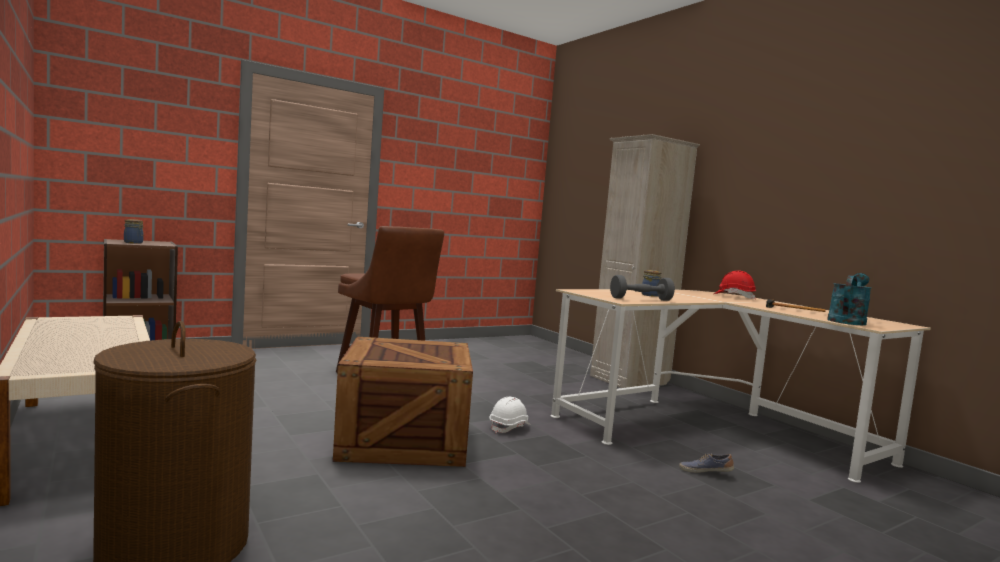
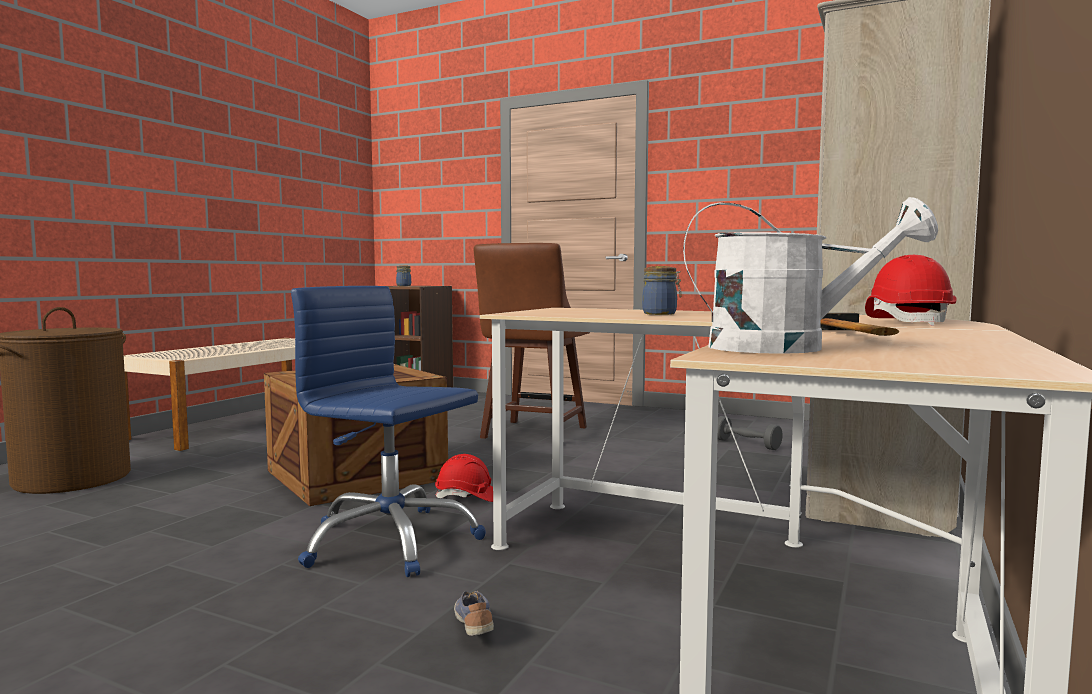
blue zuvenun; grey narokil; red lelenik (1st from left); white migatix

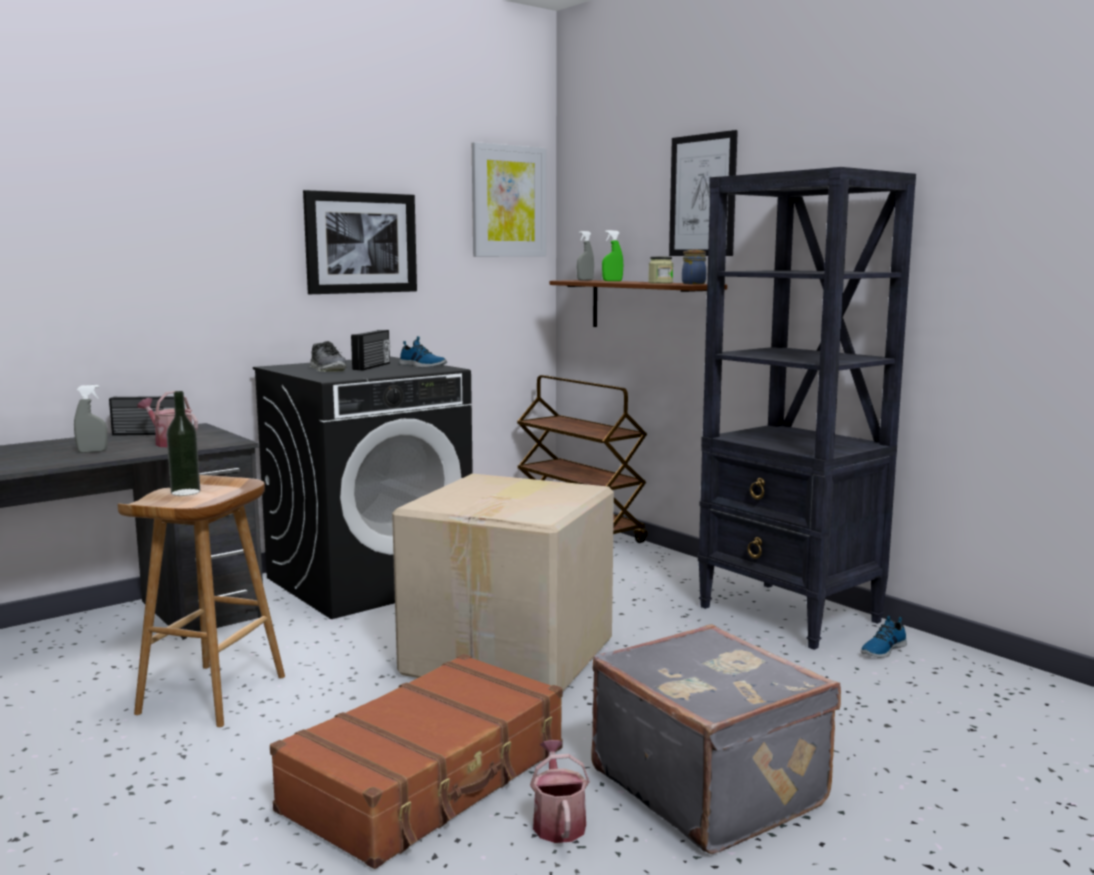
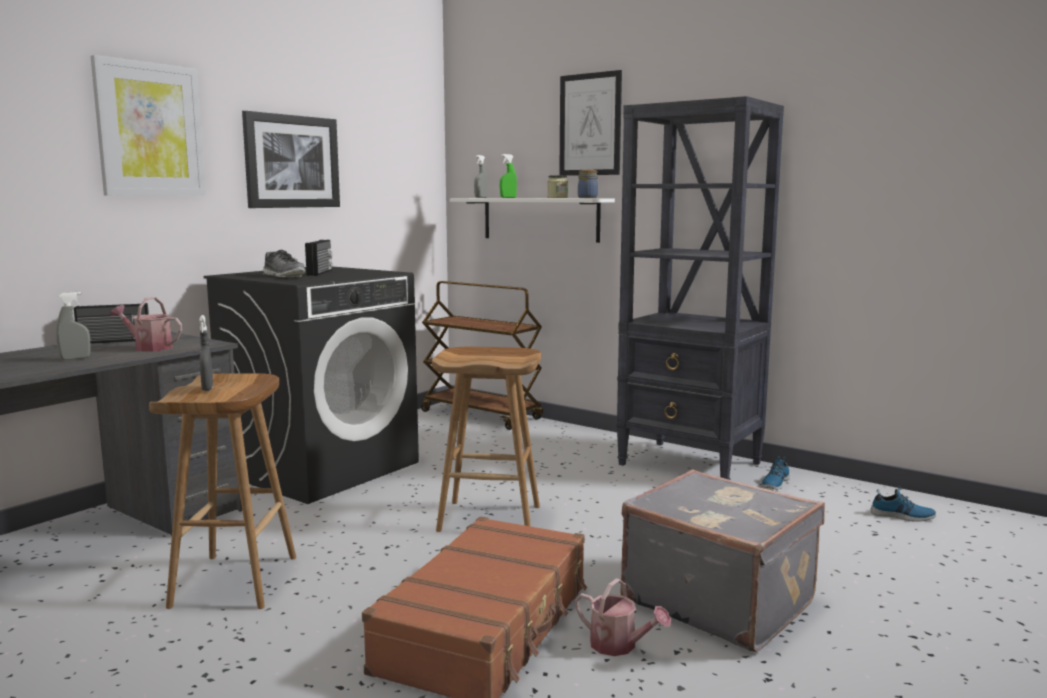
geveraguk (3rd from left); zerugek (1st from left); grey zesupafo (2nd from left); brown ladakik (2nd from left); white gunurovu; migatix (2nd from left)

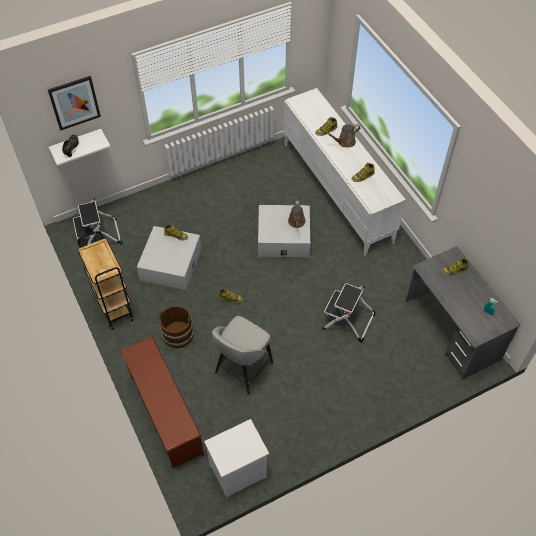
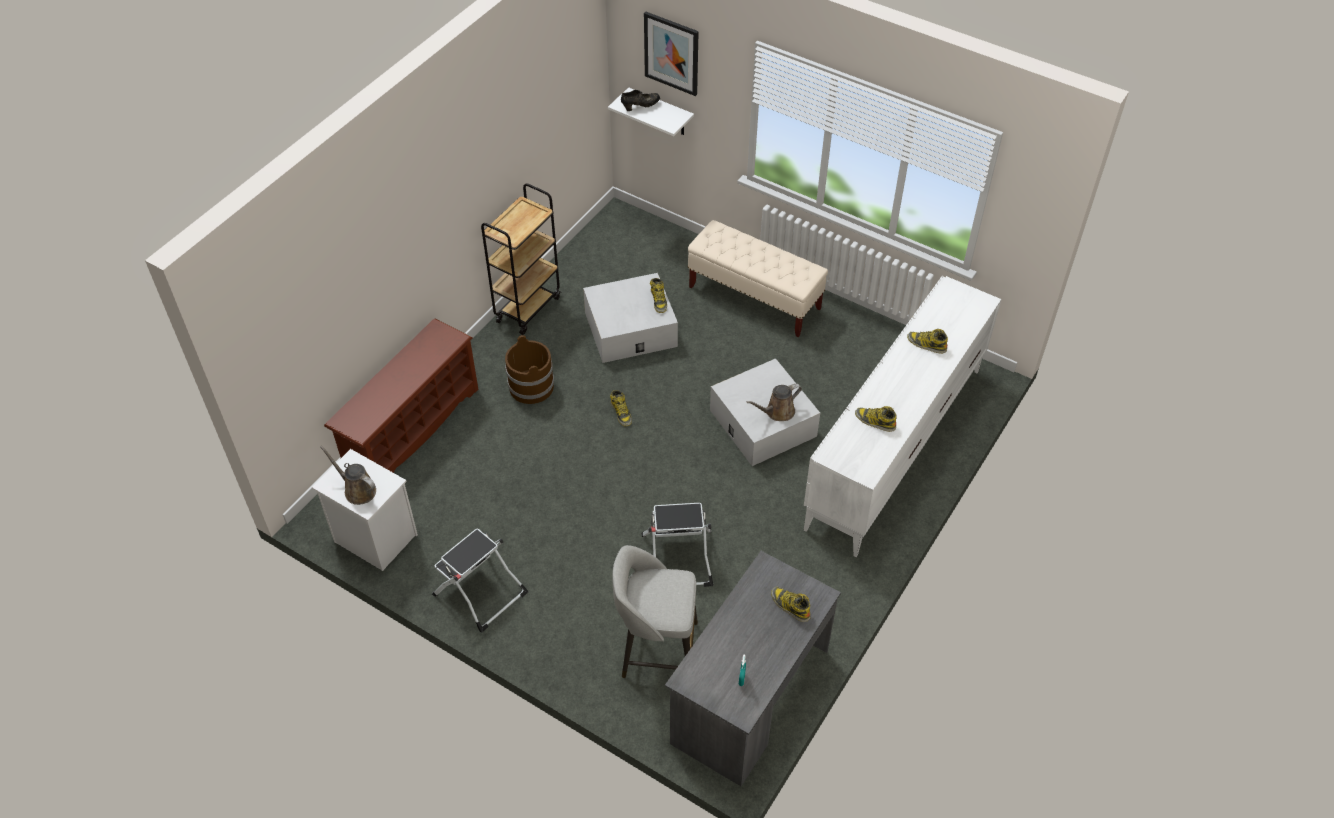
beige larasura; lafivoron (1st from left); grey ladakik; brown migatix (1st from left)

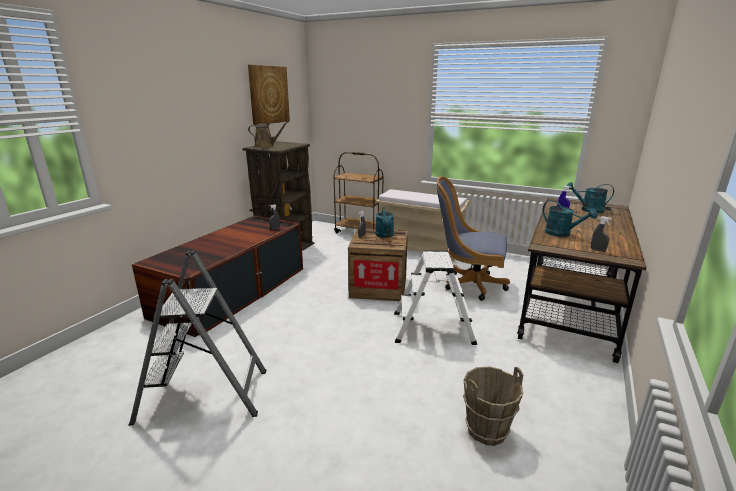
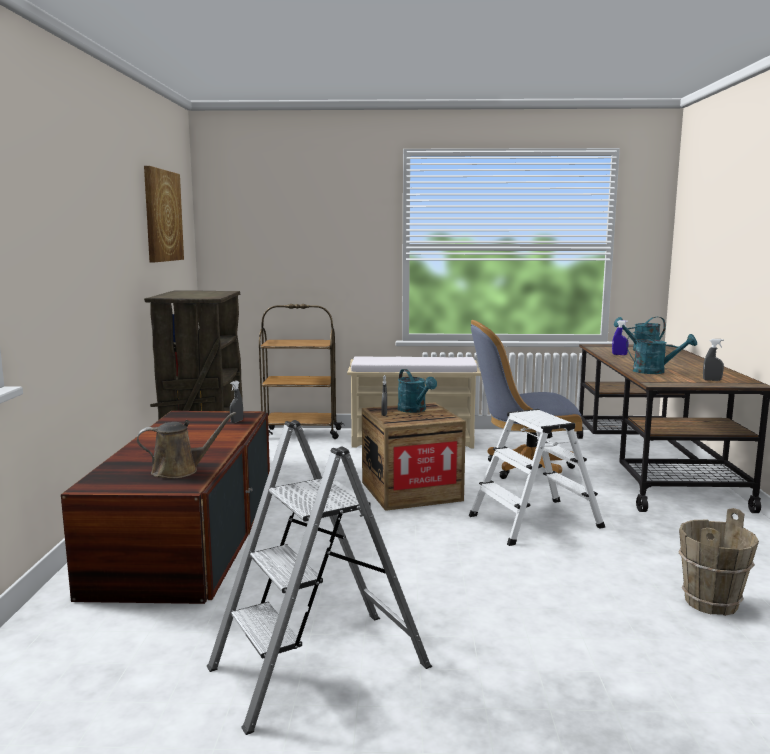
brown migatix

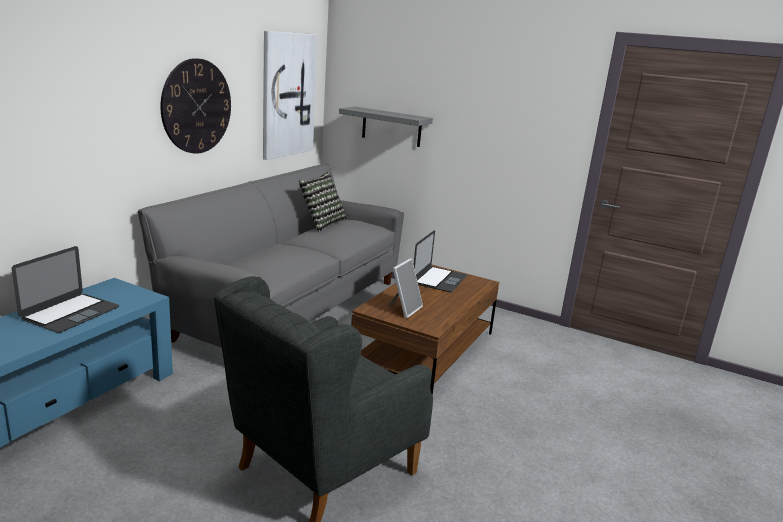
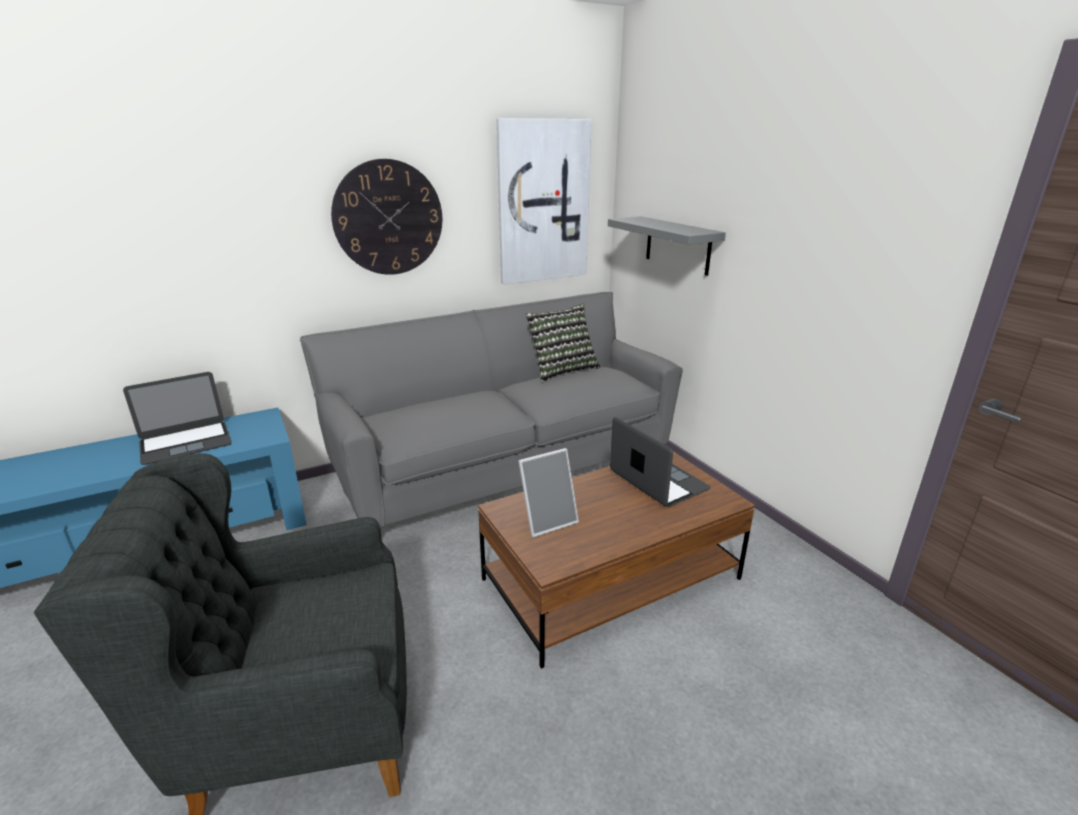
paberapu (2nd from left)

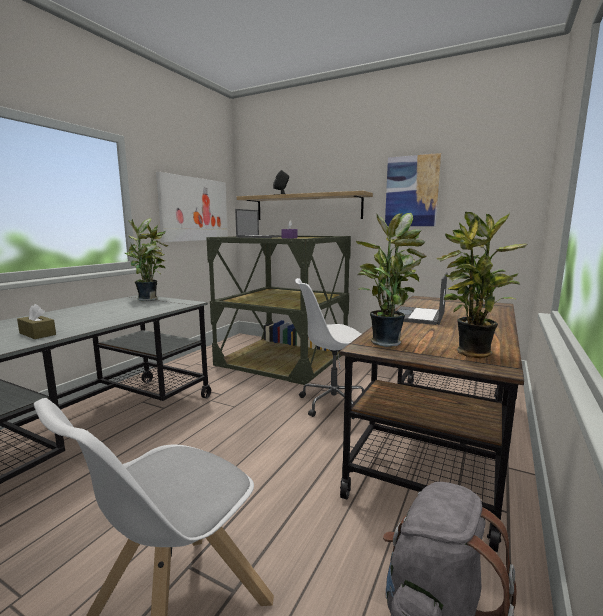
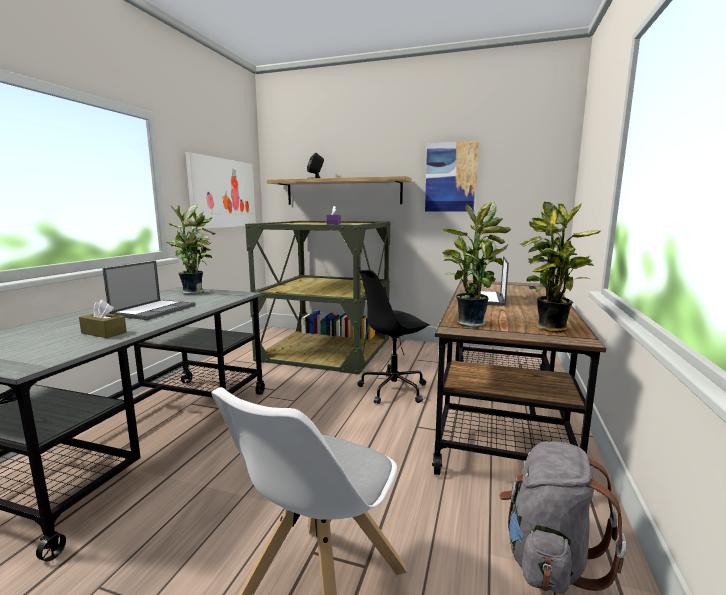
paberapu (1st from left); black zuvenun

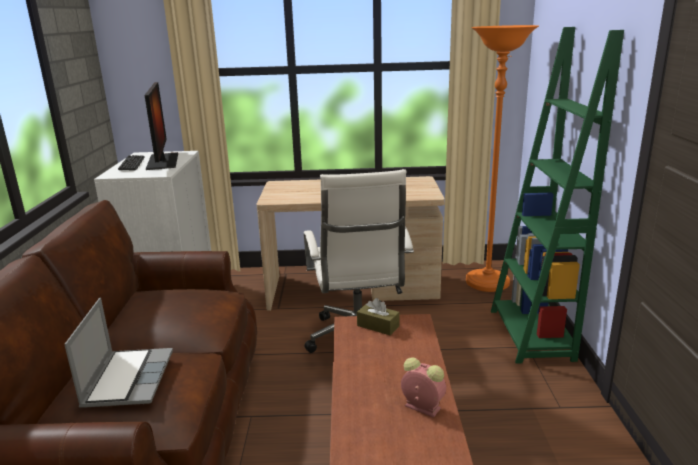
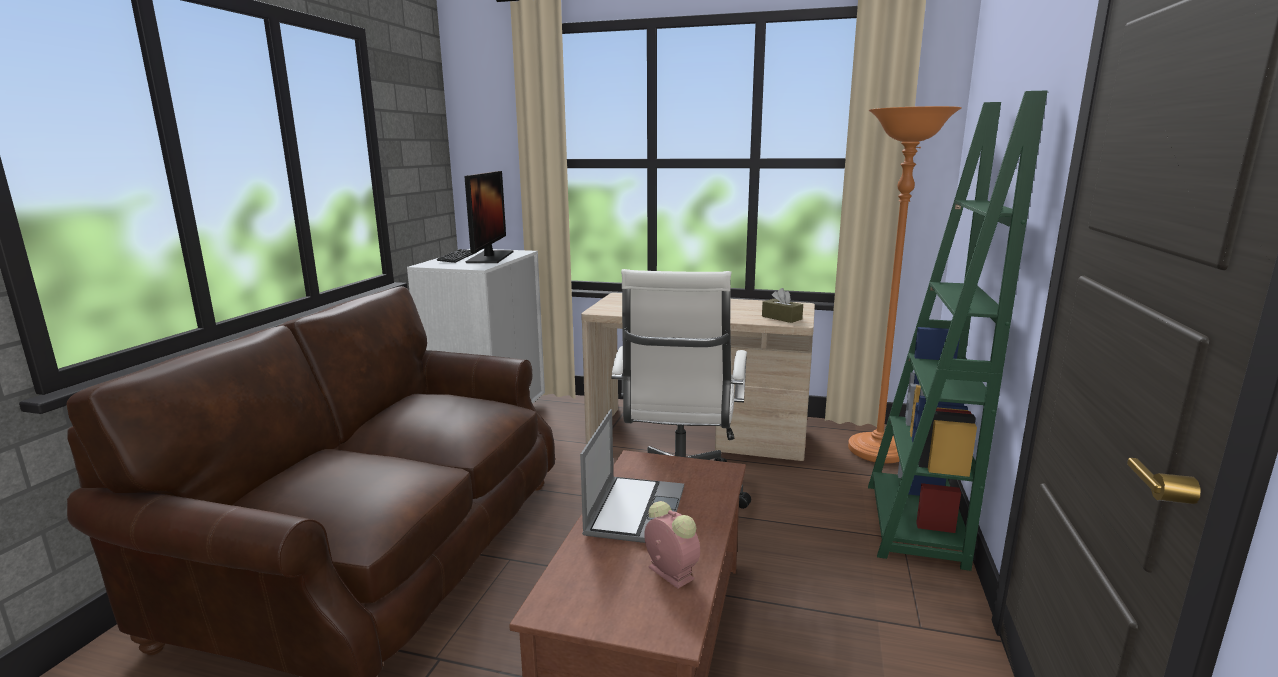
paberapu; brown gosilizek

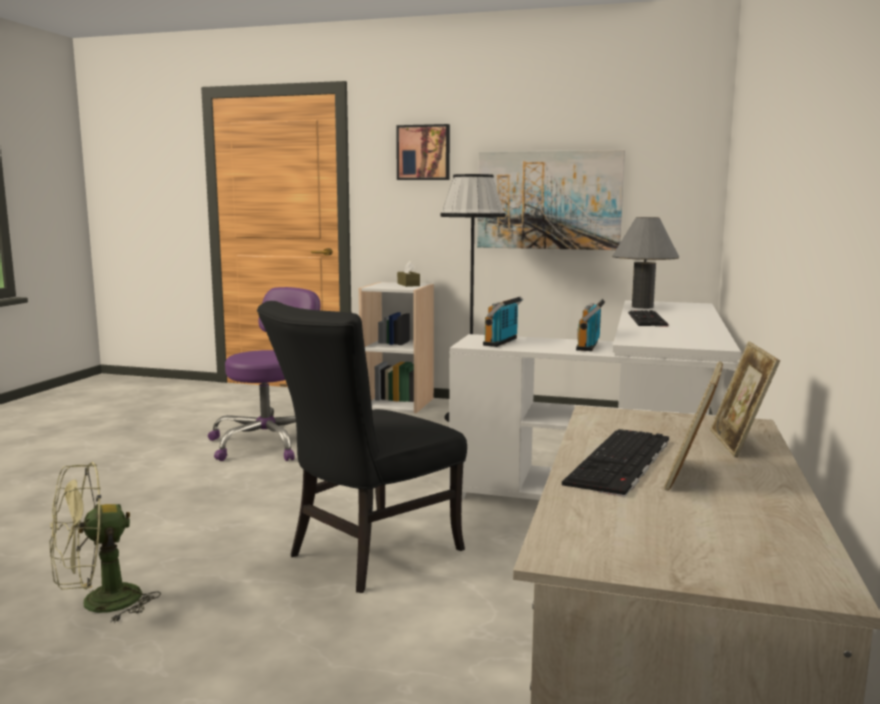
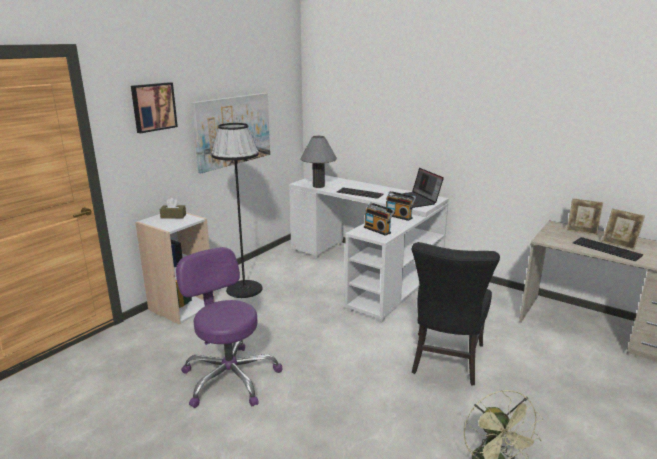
paberapu; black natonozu

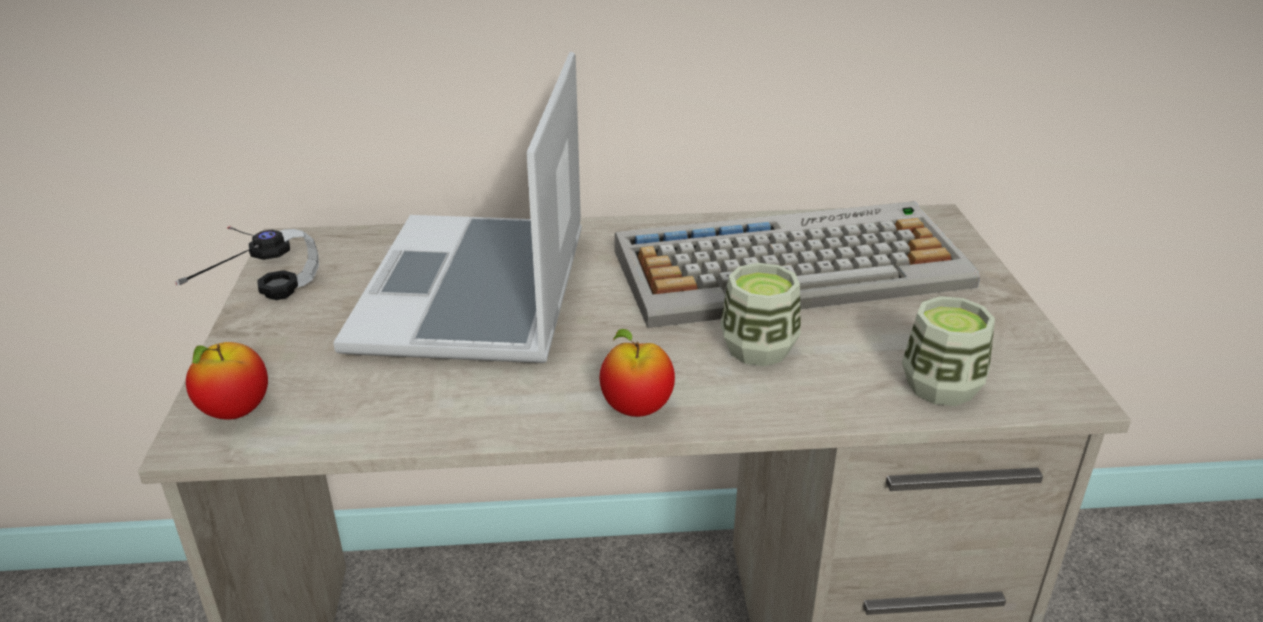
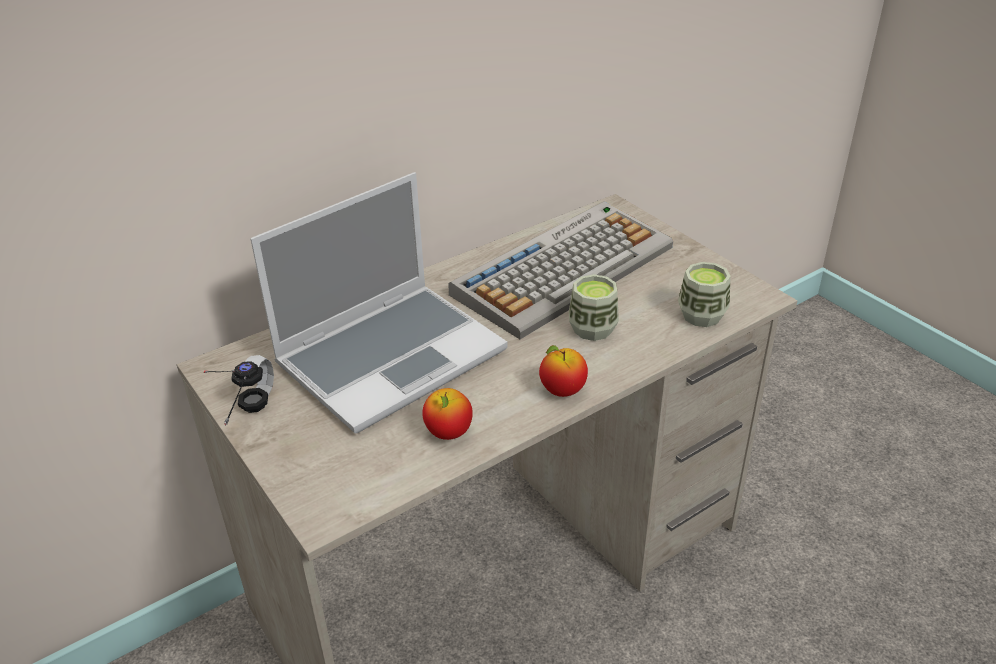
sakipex (1st from left); paberapu

